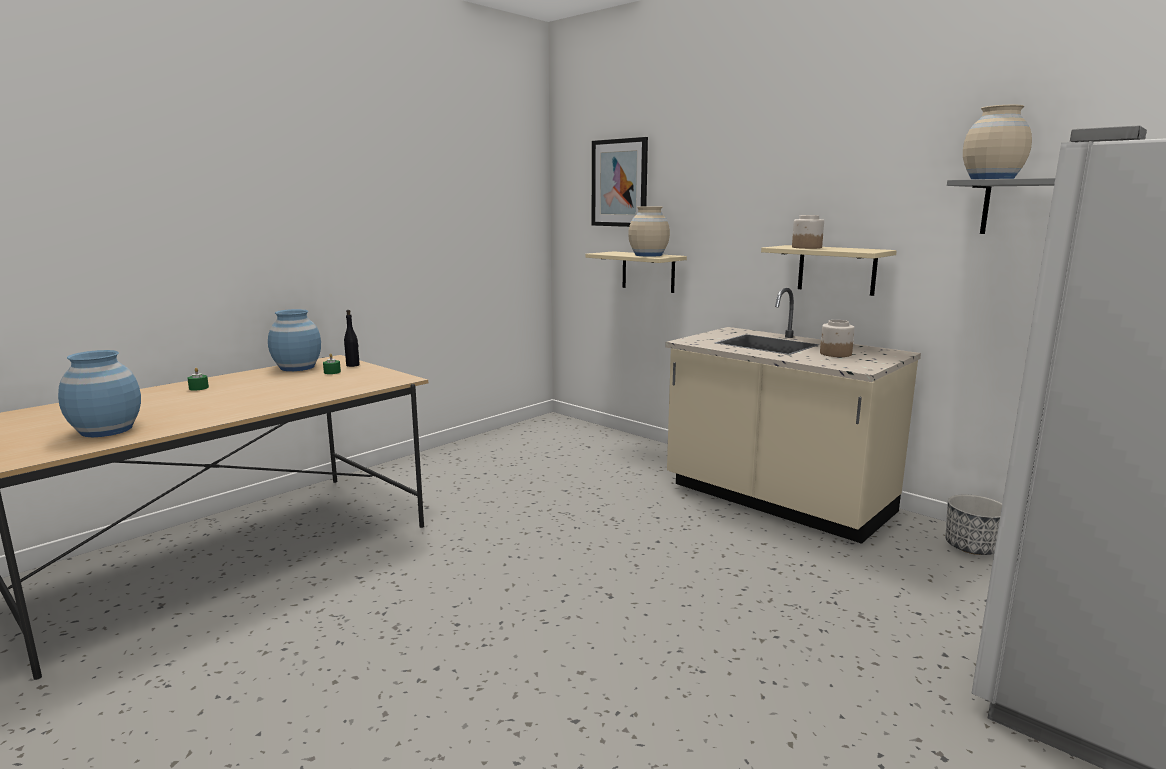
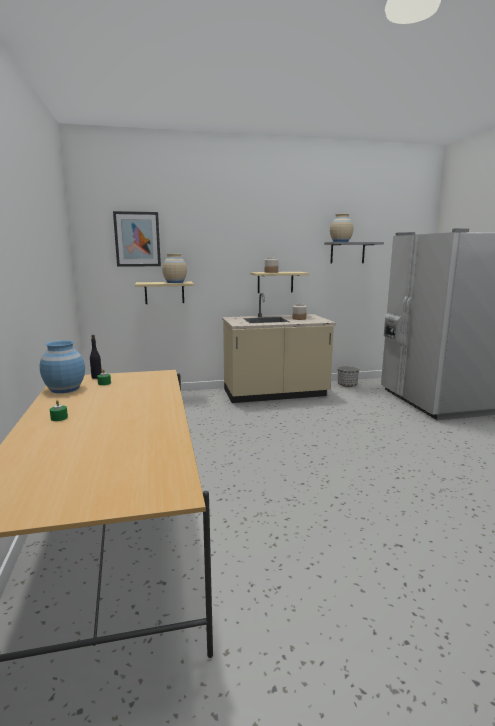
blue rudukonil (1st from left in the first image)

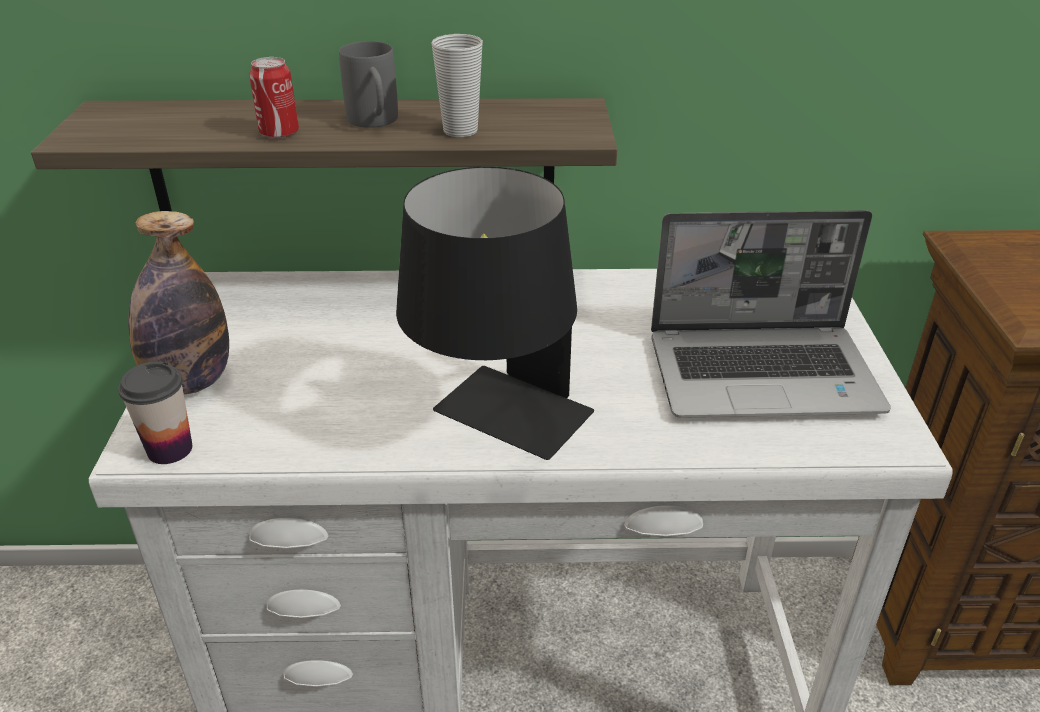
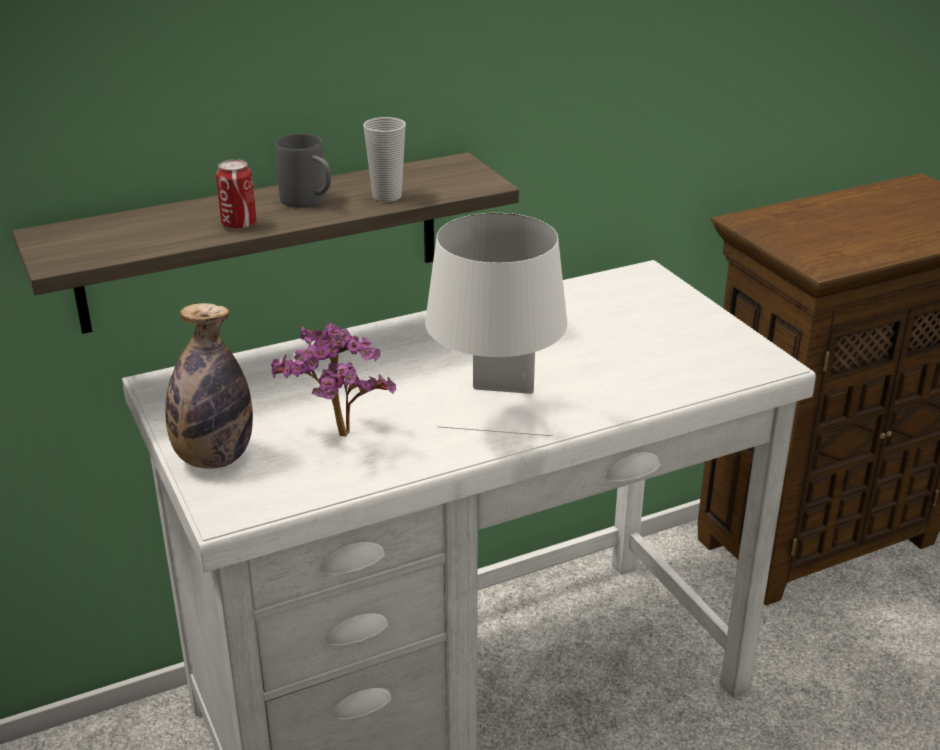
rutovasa (1st from left in the first image); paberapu; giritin; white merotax

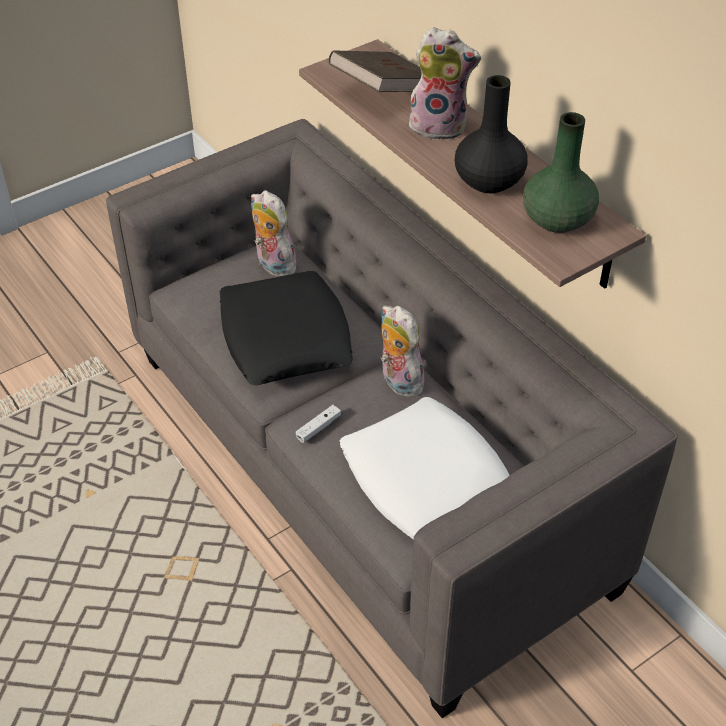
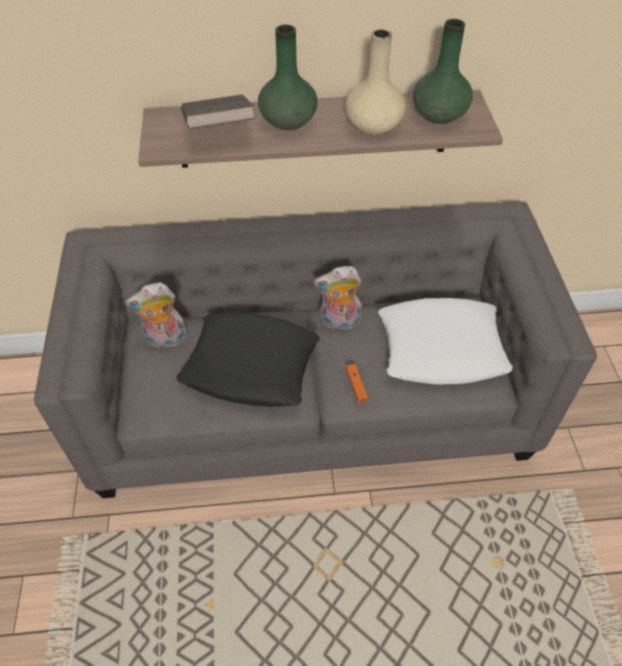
green rudukonil (1st from left); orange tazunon; beige rudukonil

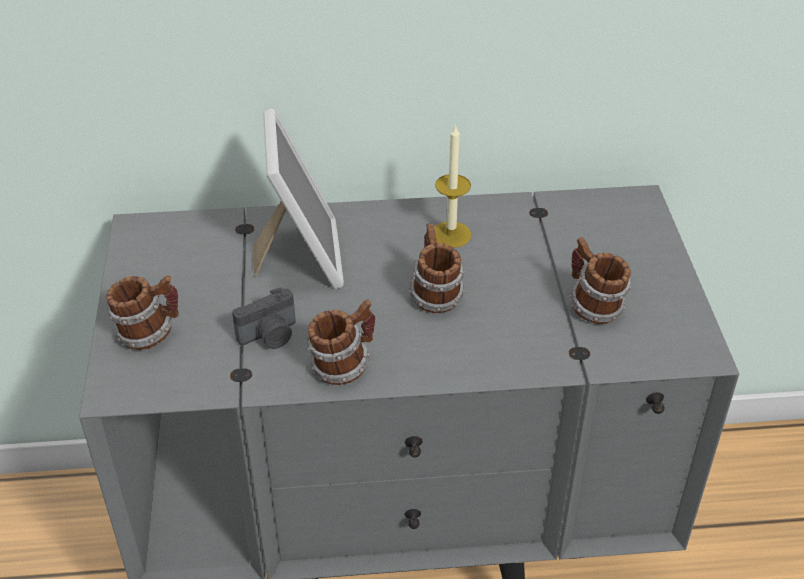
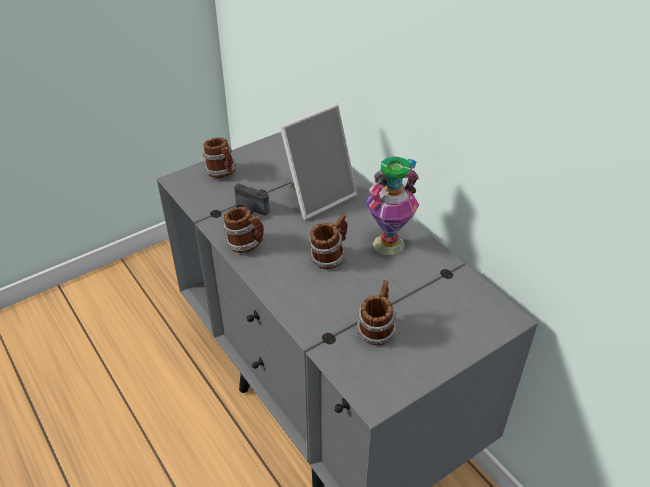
rudukonil

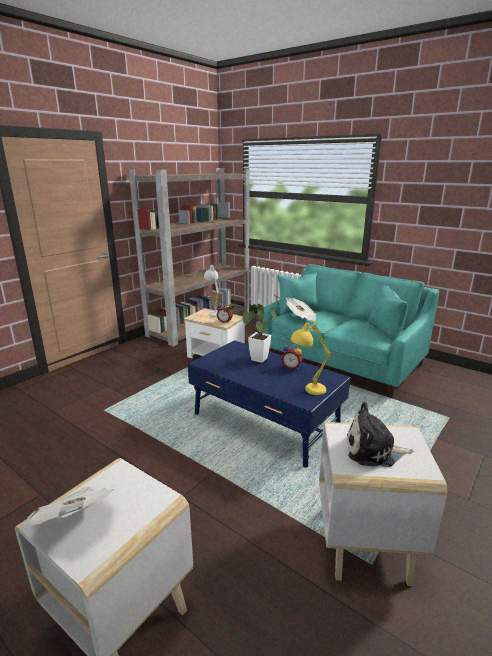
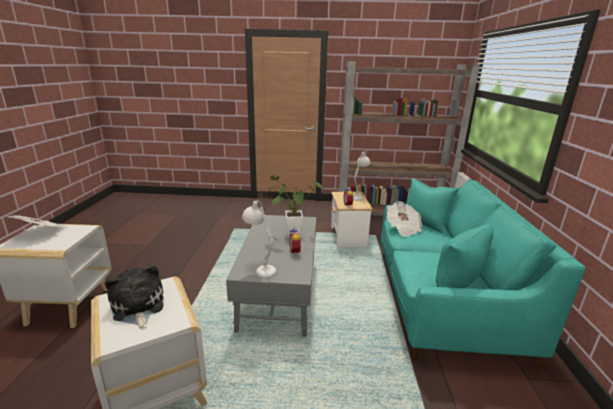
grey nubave; white merotax (1st from left)

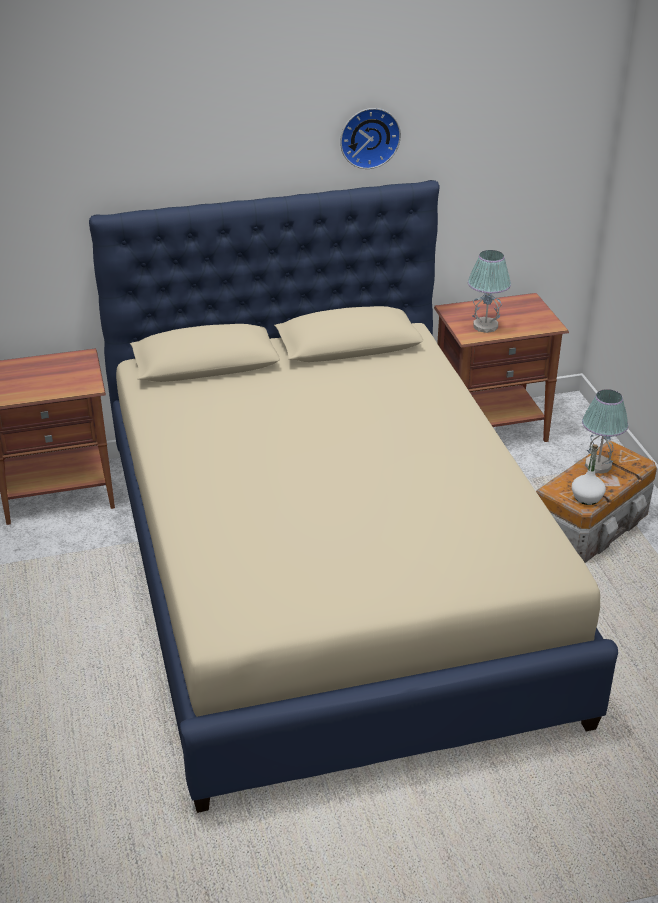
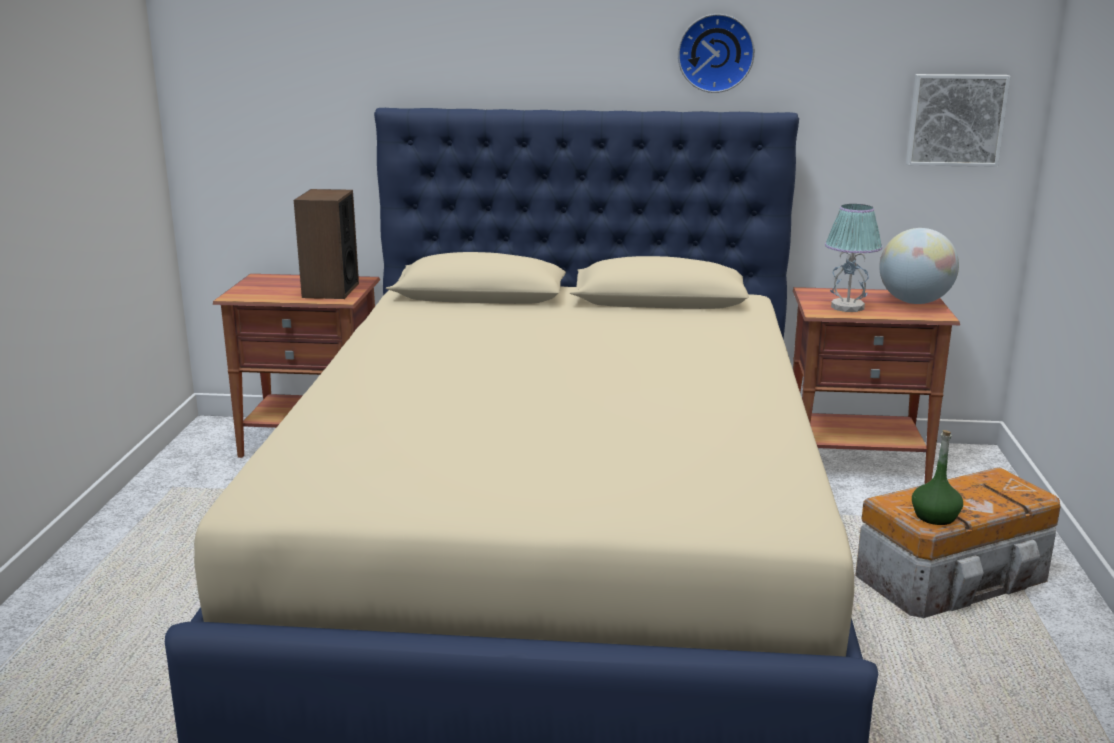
merotax (2nd from left in the first image); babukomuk; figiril; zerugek; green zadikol

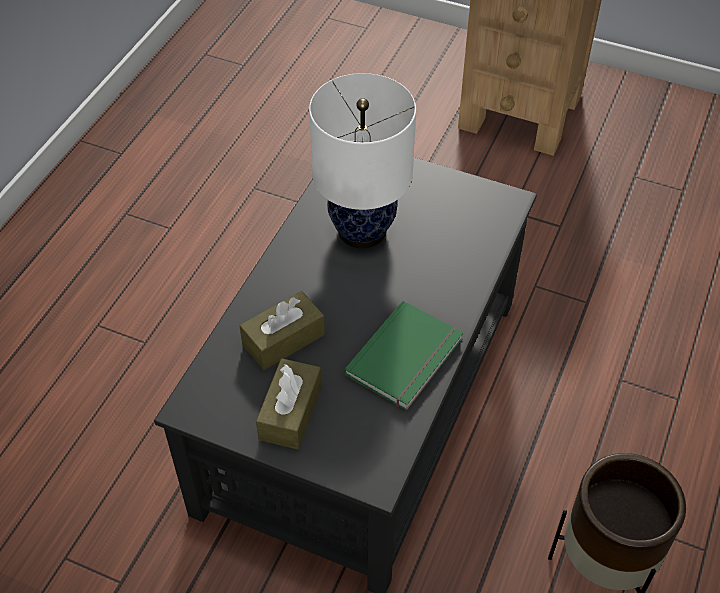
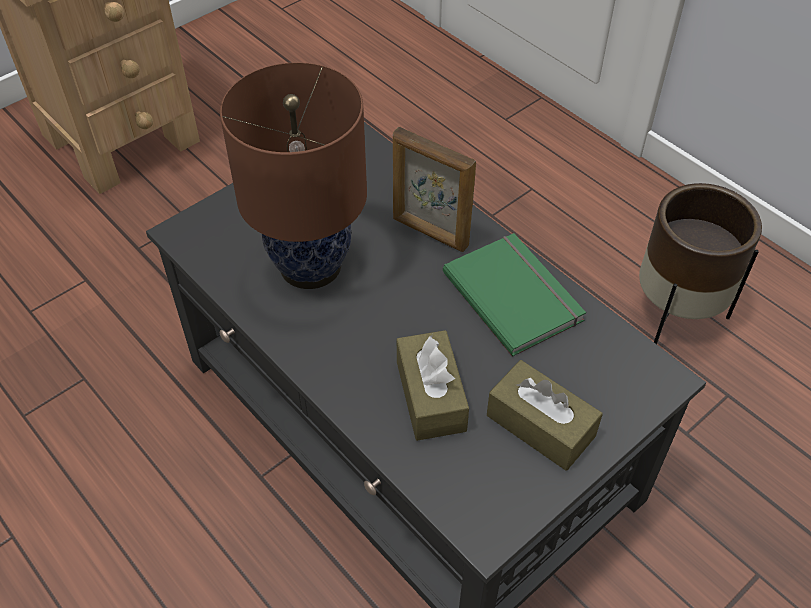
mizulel; brown merotax

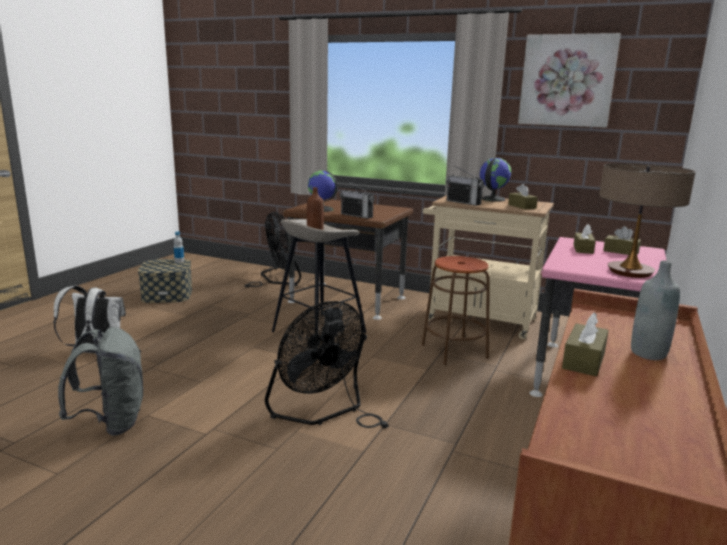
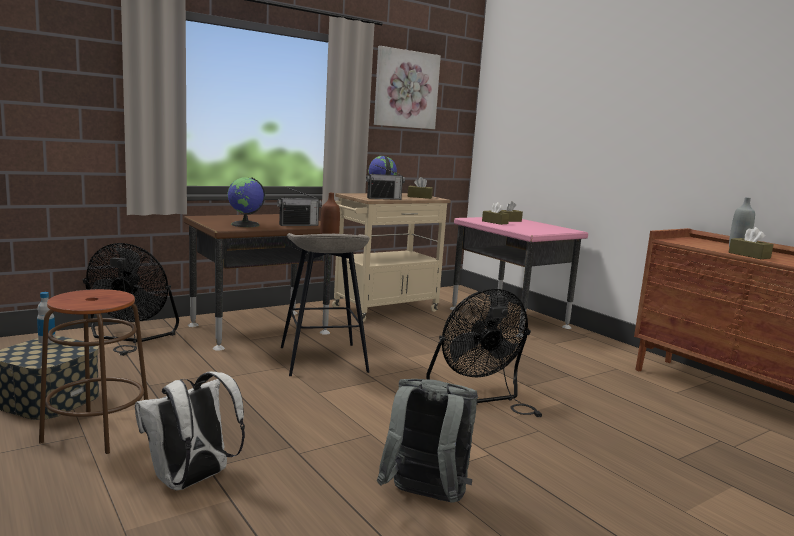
merotax; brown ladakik; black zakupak (2nd from left)

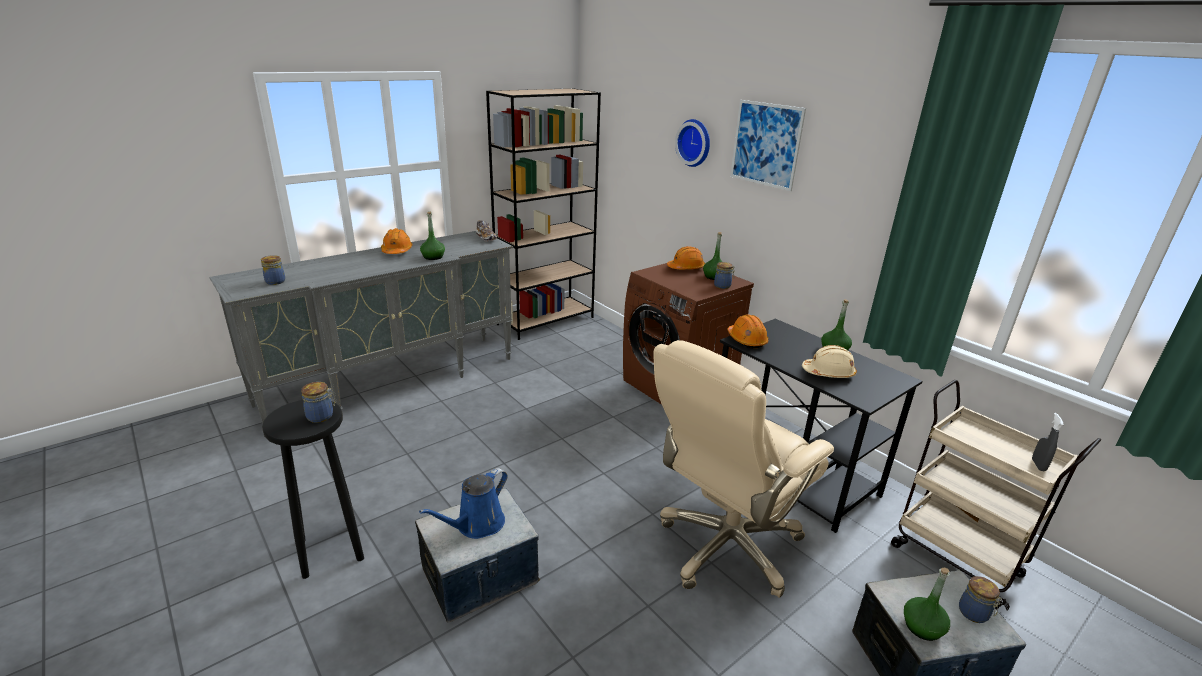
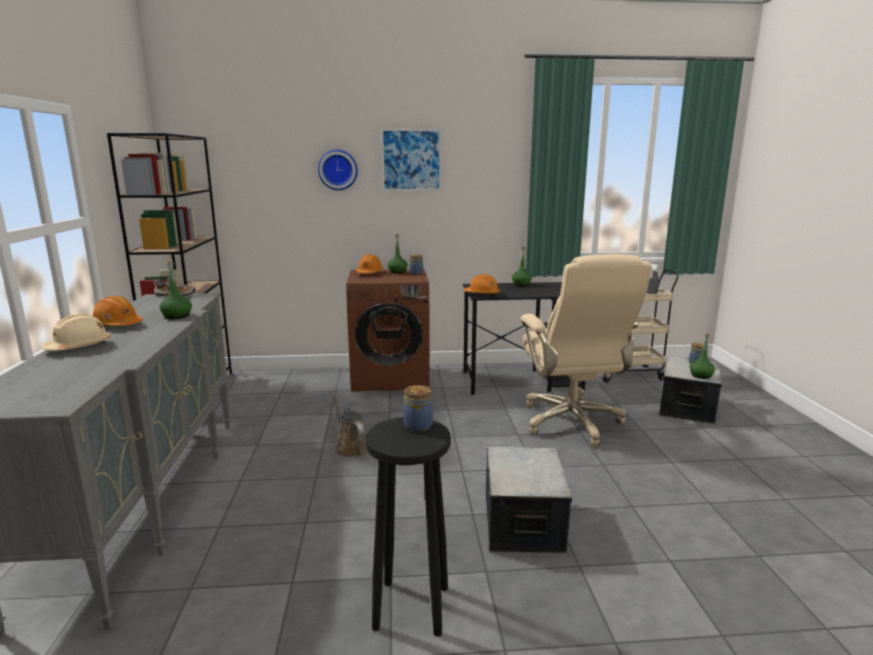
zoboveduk (1st from left in the first image); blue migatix; brown migatix; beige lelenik

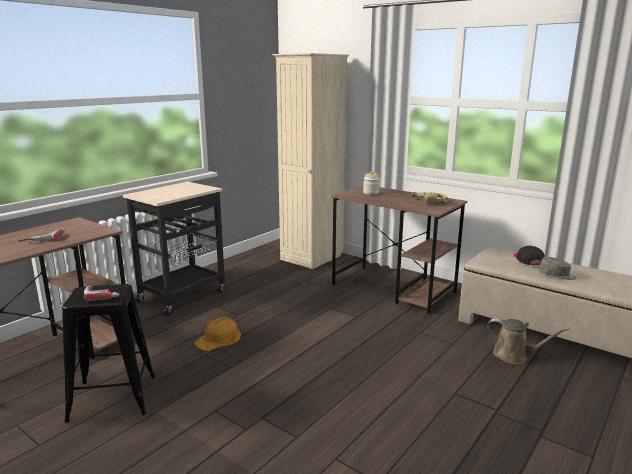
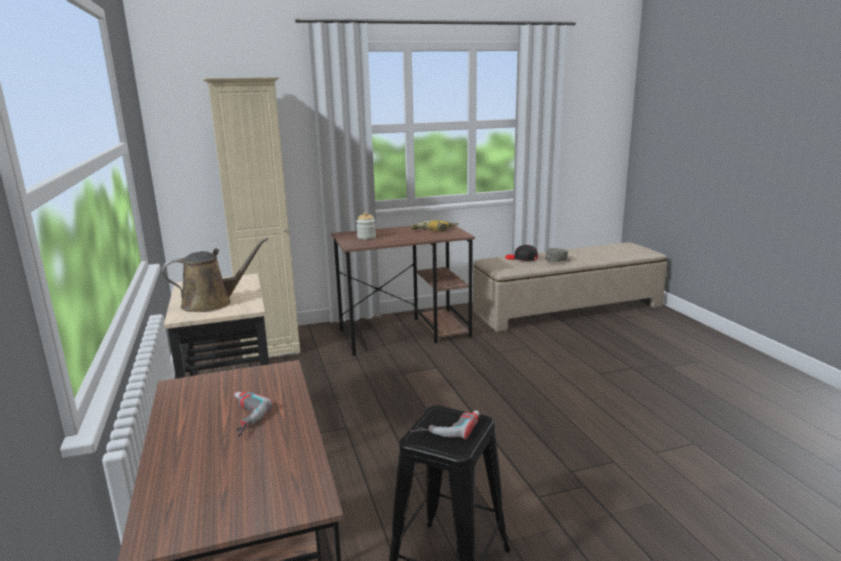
orange lelenik; brown migatix

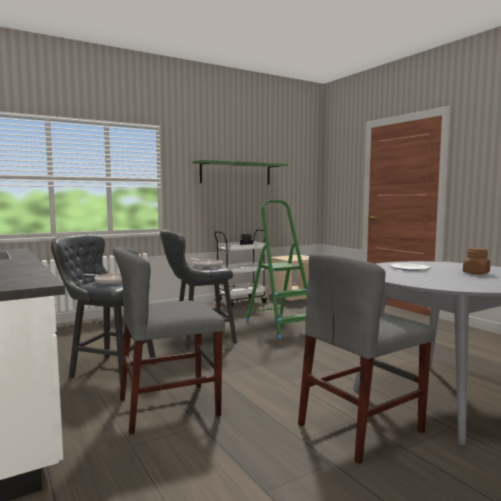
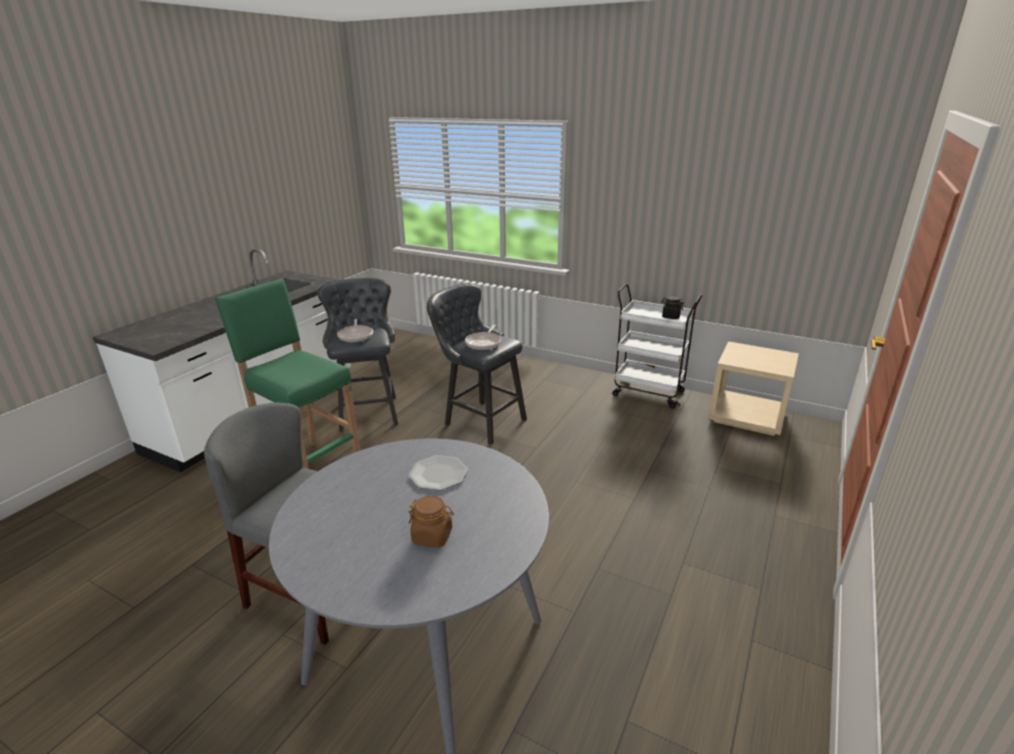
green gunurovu; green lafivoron; green ladakik

